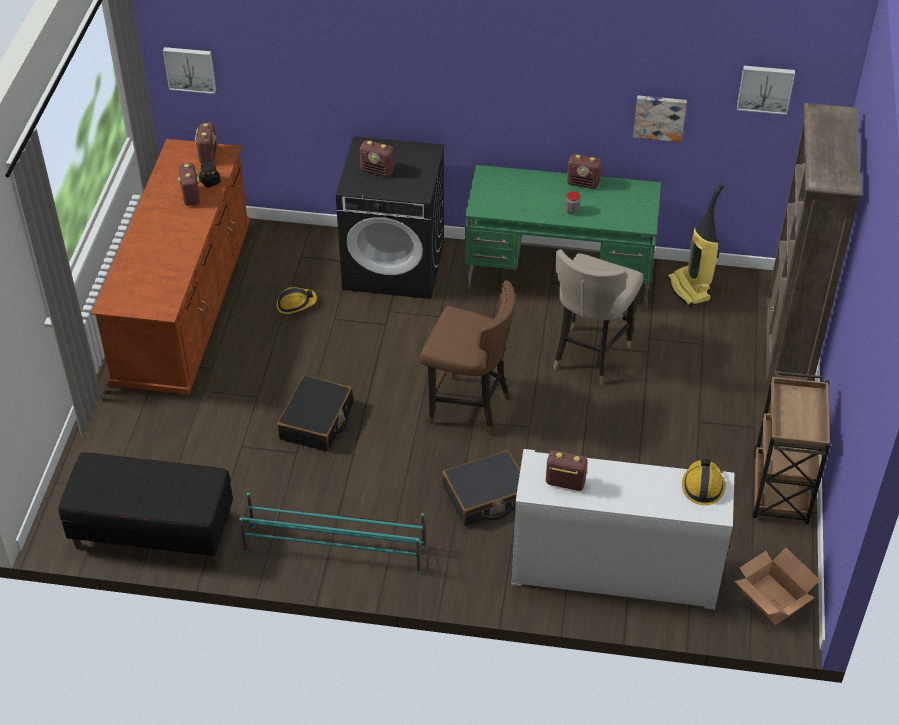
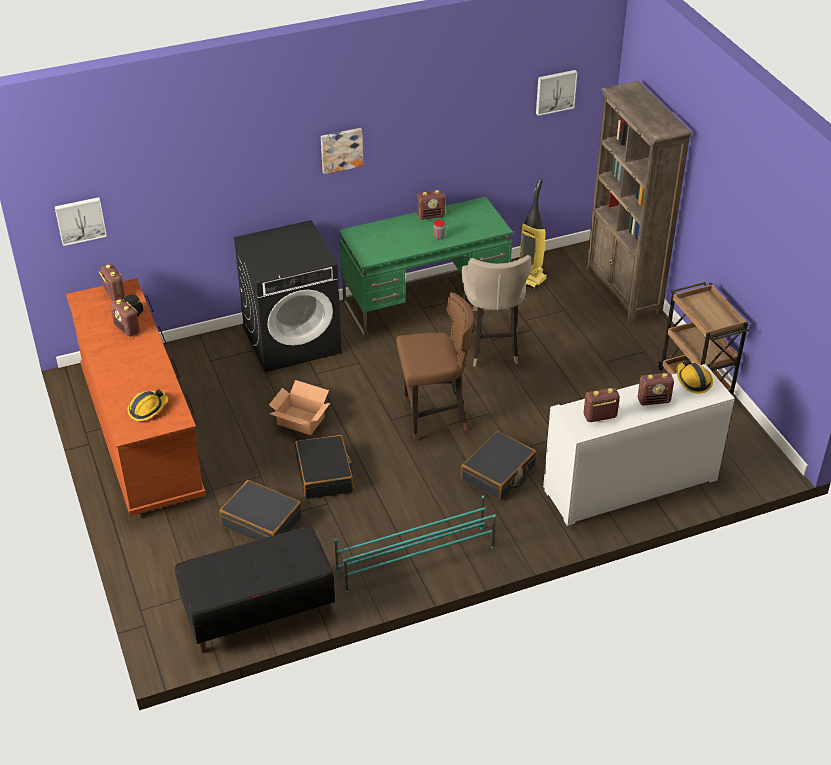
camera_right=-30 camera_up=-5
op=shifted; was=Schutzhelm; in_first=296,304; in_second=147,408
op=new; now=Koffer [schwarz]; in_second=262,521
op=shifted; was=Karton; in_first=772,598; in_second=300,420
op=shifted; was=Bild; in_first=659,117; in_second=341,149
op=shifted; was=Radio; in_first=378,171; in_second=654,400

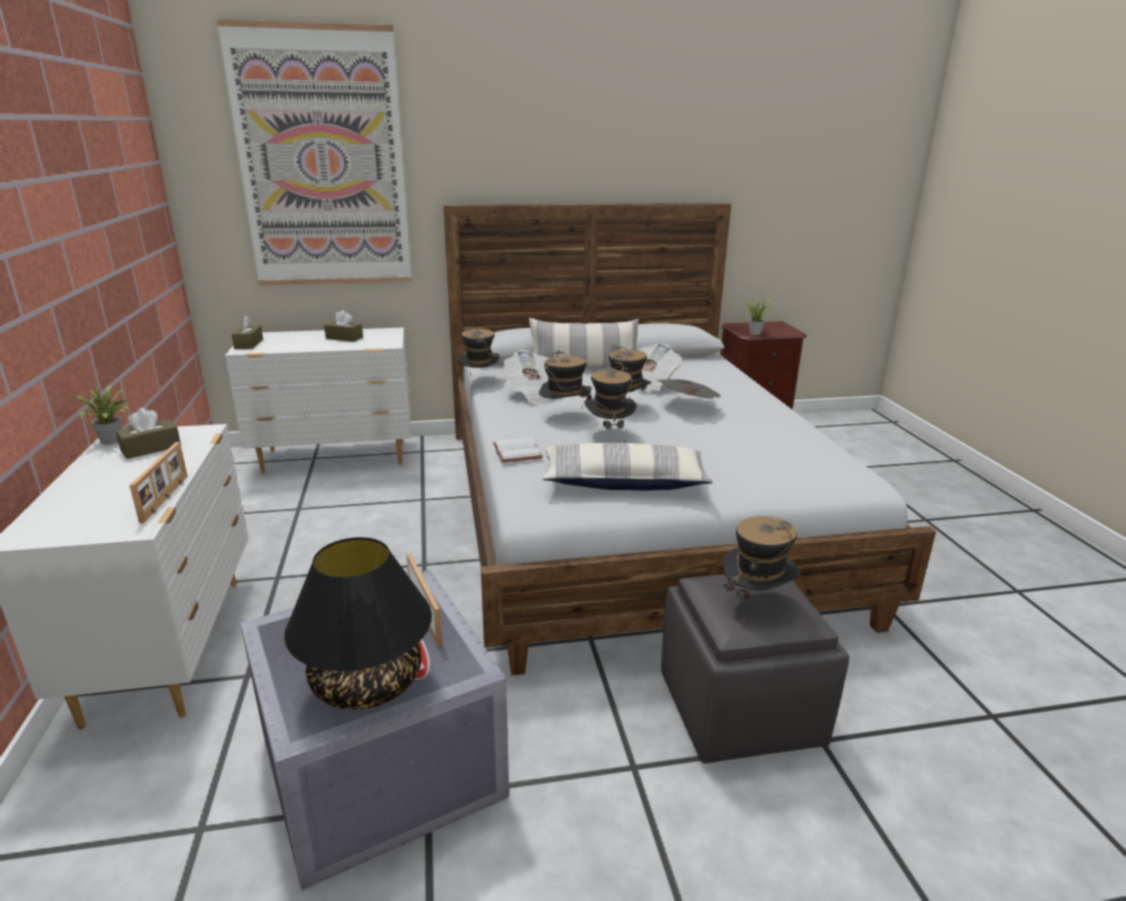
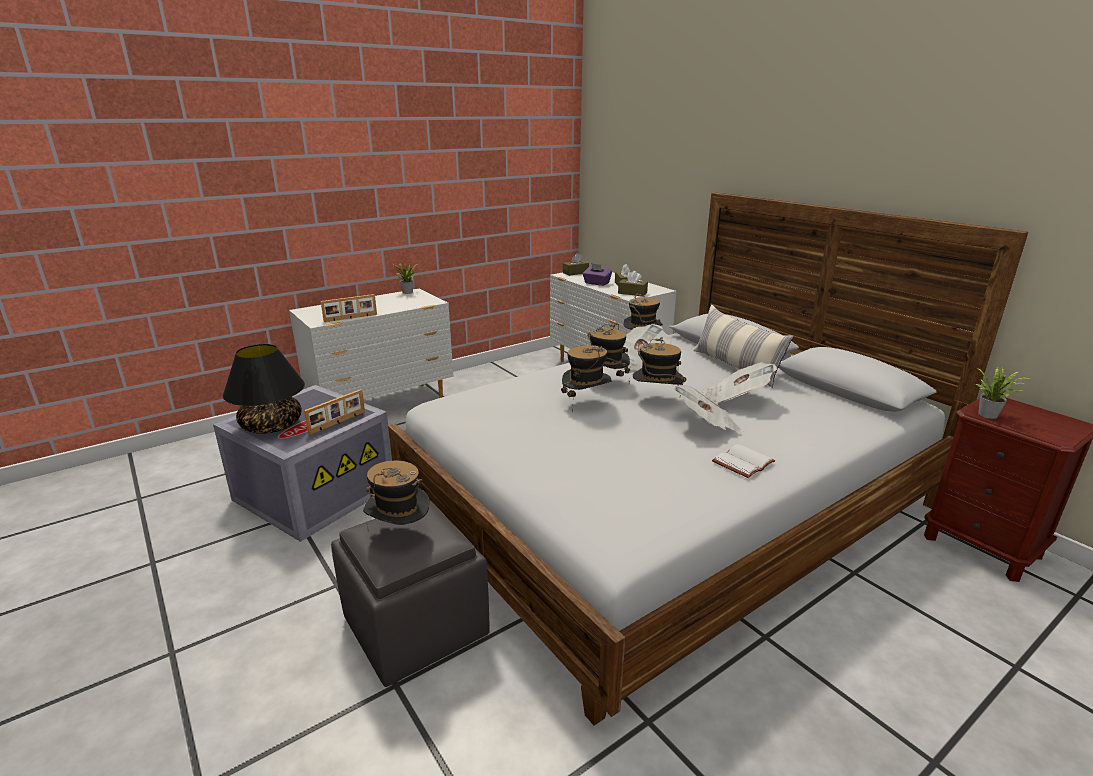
camera_right=65 camera_up=0
op=new; now=Taschentuchbox [lila]; in_second=596,283
op=shifted; was=Taschentuchbox [braun]; in_first=151,448; in_second=632,293
op=shifted; was=Buch [weiß]; in_first=515,452; in_second=742,461
op=gone; was=Bild; in_first=322,161
op=gone; was=Kissen; in_first=624,482

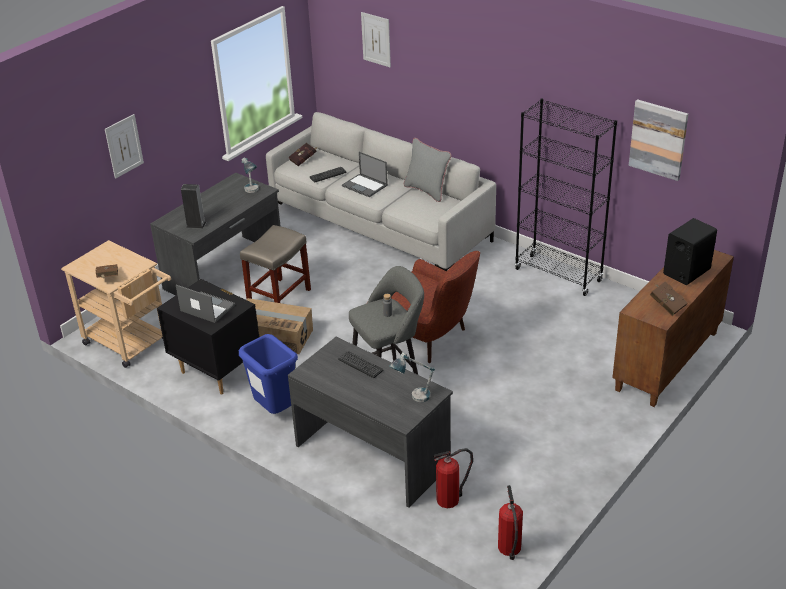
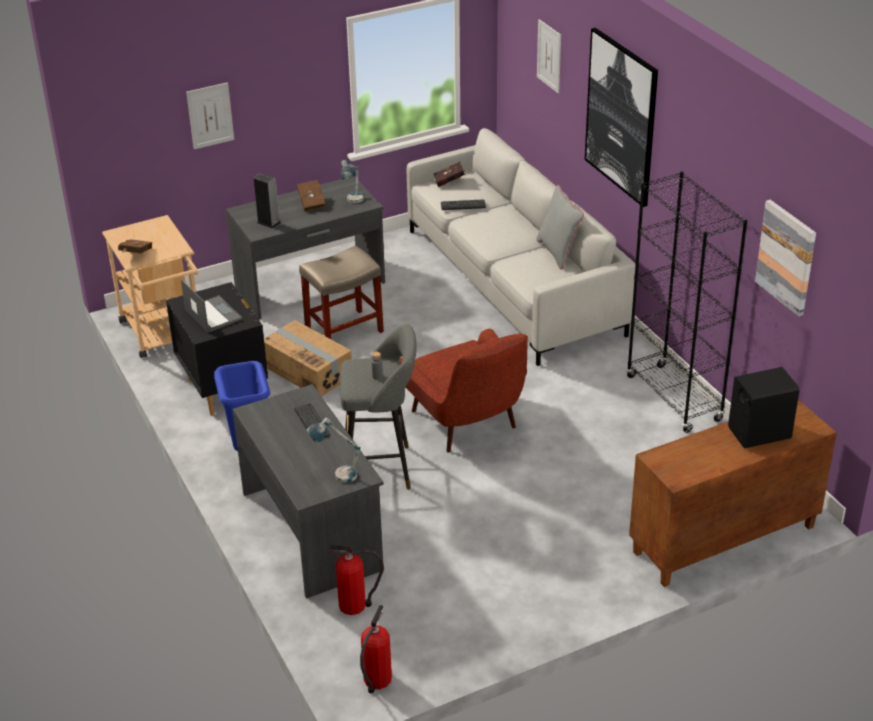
camera_right=25 camera_up=0
op=shifted; was=Buch [braun]; in_first=666,305; in_second=311,202
op=new; now=Bild; in_second=621,116
op=gone; was=Laptop; in_first=365,186

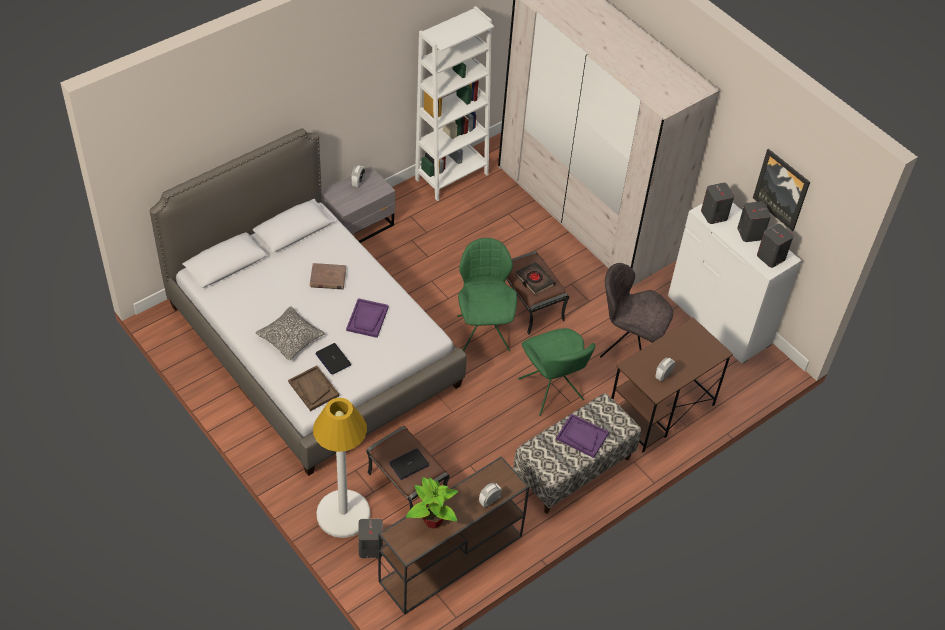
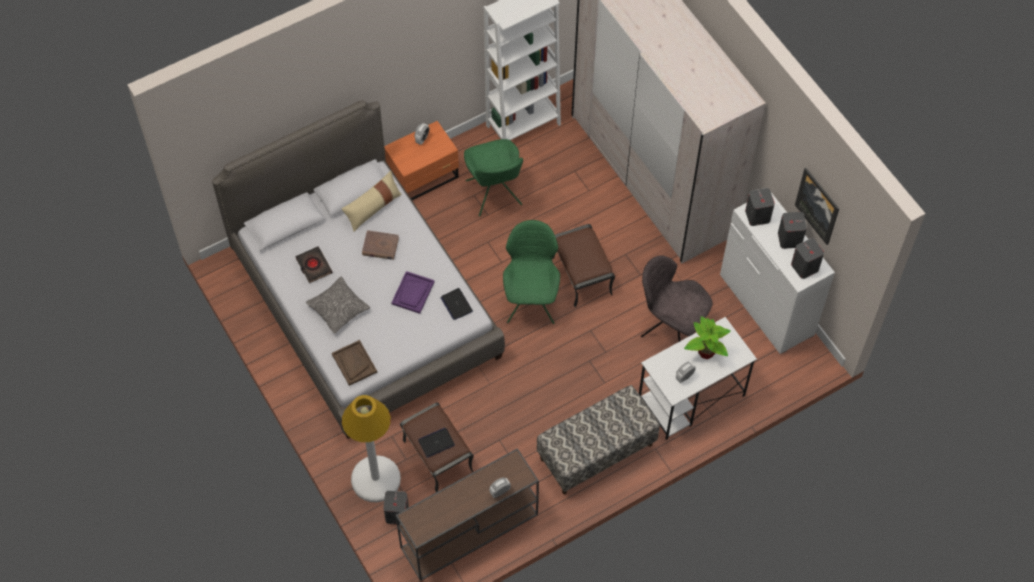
camera_right=10 camera_up=10
op=shifted; was=Buch [schwarz]; in_first=534,280; in_second=313,266
op=new; now=Kissen [beige]; in_second=373,208
op=repainted; was=Nachttisch [grau]; now=Nachttisch [orange]; in_first=359,226; in_second=424,176
op=shifted; was=Laptop; in_first=333,359; in_second=456,304
op=shifted; was=Stuhl [grün]; in_first=551,391; in_second=494,195
op=repainted; was=Schreibtisch [braun]; now=Schreibtisch [weiß]; in_first=660,411; in_second=690,398
op=shifted; was=Topfpflanze; in_first=432,520; in_second=705,352
op=gone; was=Tablett [lila]; in_first=582,436

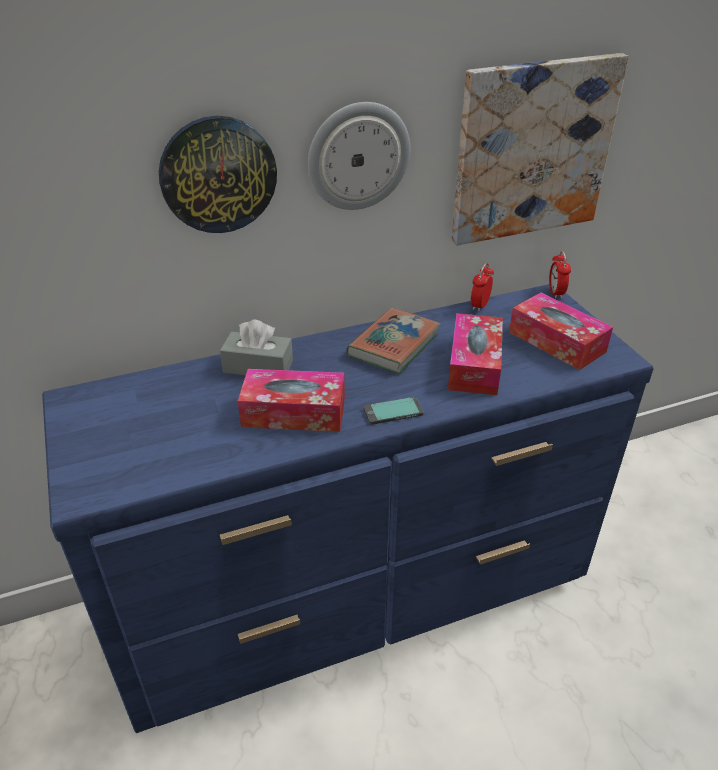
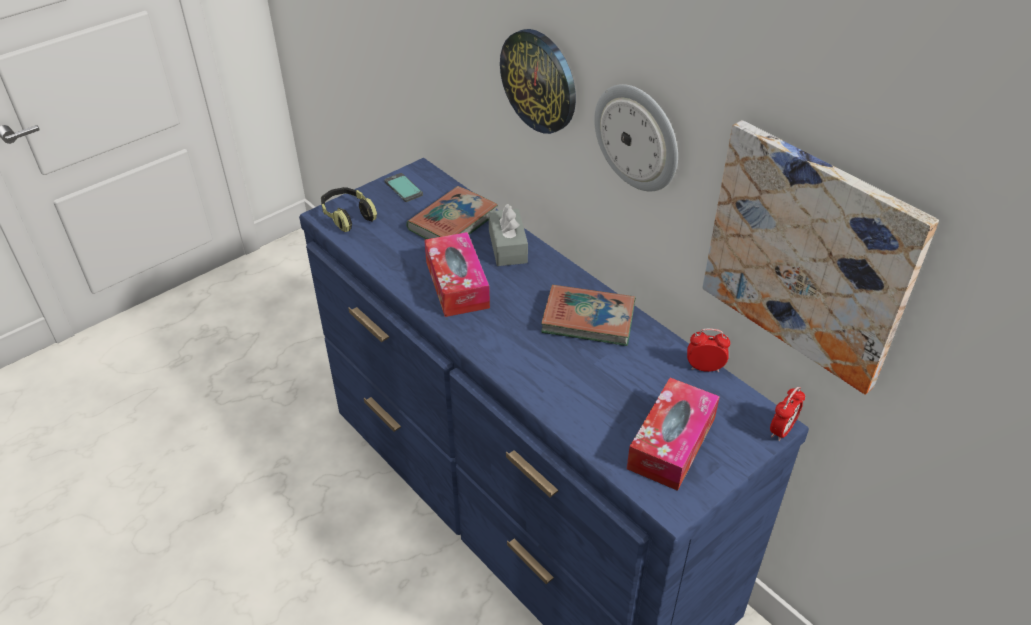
camera_right=70 camera_up=5
op=new; now=Kopfhörer; in_second=347,216
op=shifted; was=Handy; in_first=393,412; in_second=403,188
op=new; now=Buch; in_second=453,222
op=rotated; was=Wecker; in_first=555,293; in_second=782,430; clockwise=150
op=gone; was=Taschentuchbox; in_first=474,365

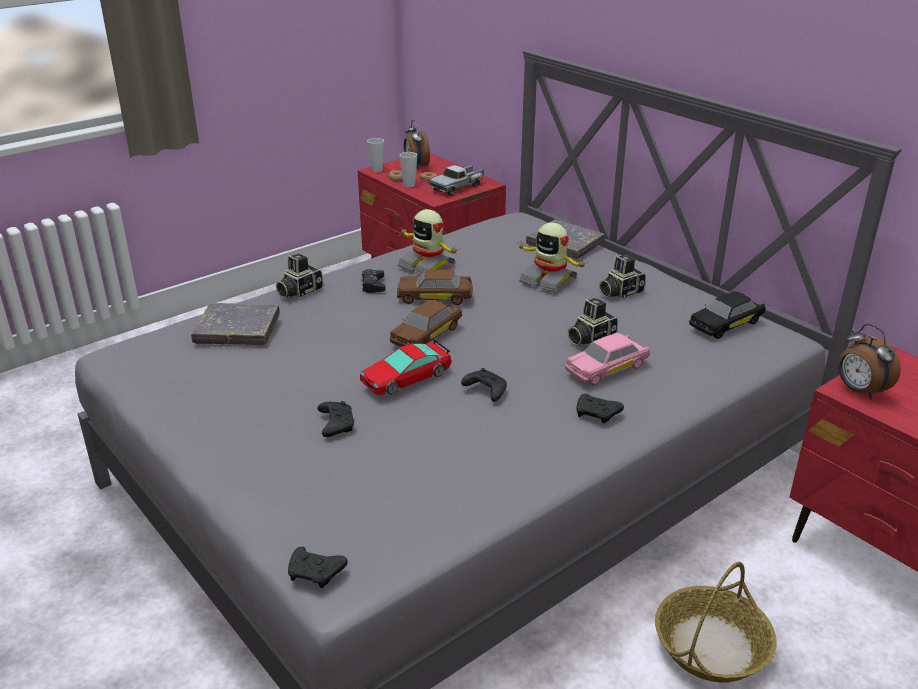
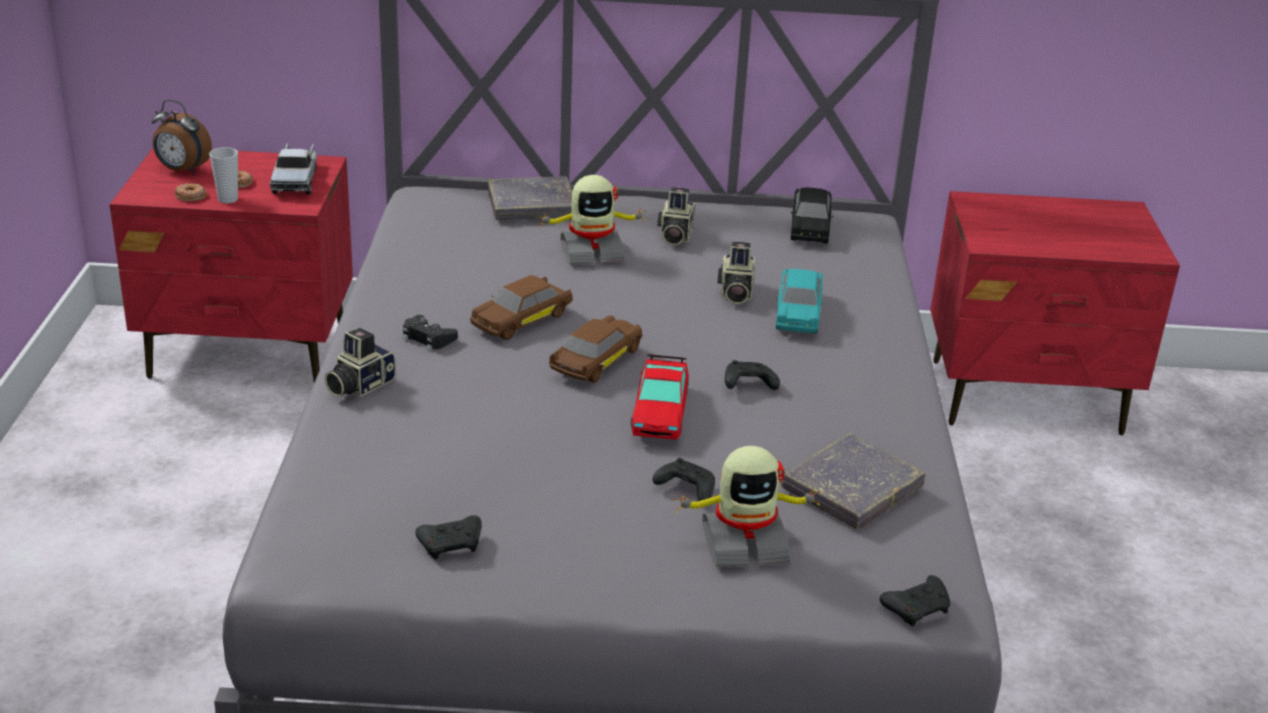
camera_right=-50 camera_up=0
op=rotated; was=Kamera; in_first=299,292; in_second=358,385; clockwise=45
op=shifted; was=Gamepad [schwarz]; in_first=597,414; in_second=452,545
op=rotated; was=Spielzeugauto [braun]; in_first=426,335; in_second=596,361; clockwise=-135
op=shifted; was=Spielzeugroboter; in_first=427,266; in_second=743,542
op=repainted; was=Spielzeugauto [rosa]; now=Spielzeugauto [türkis]; in_first=606,368; in_second=798,313
op=shifted; was=Buch [grau]; in_first=237,329; in_second=851,488
op=gone; was=Tasse; in_first=377,170
op=gone; was=Korb; in_first=711,645
op=gone; was=Wecker; in_first=859,391

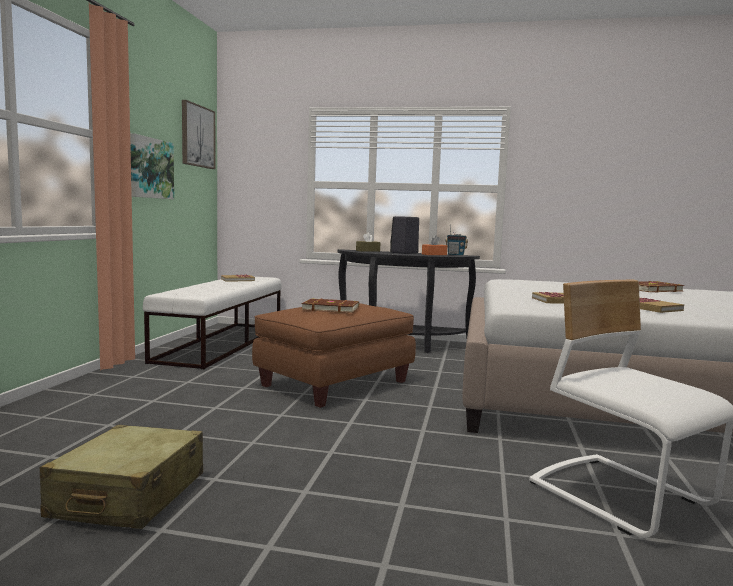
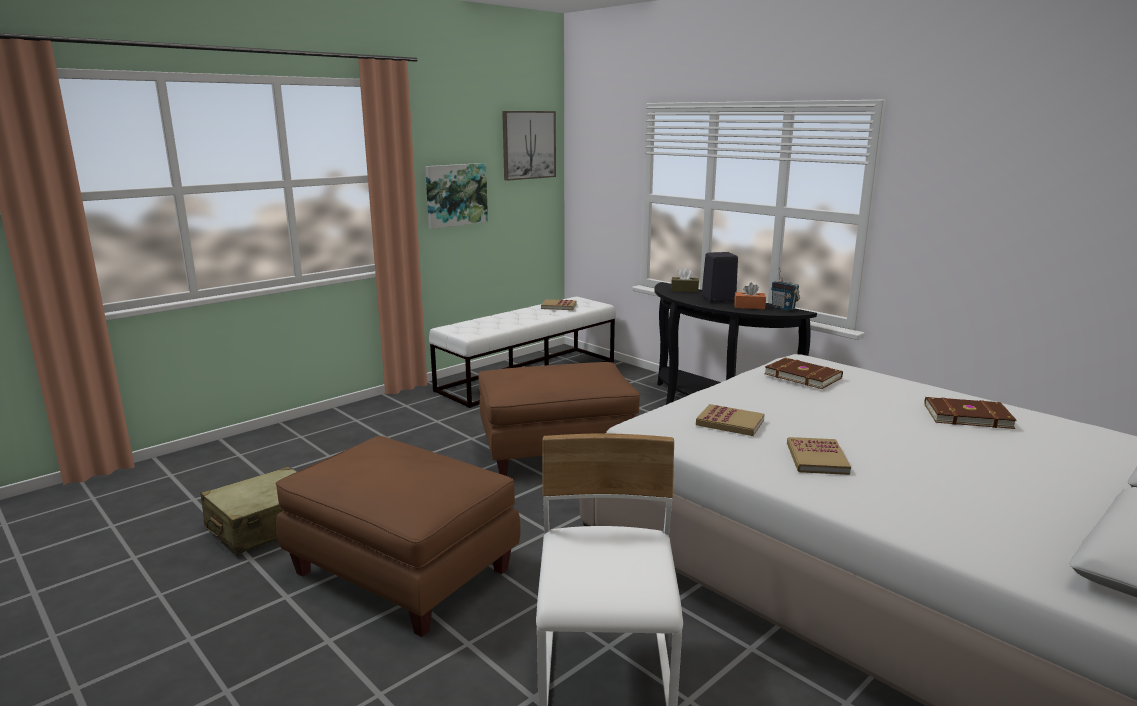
camera_right=35 camera_up=10
op=new; now=Polsterhocker [braun]; in_second=404,571
op=shifted; was=Buch [braun]; in_first=330,308; in_second=803,376

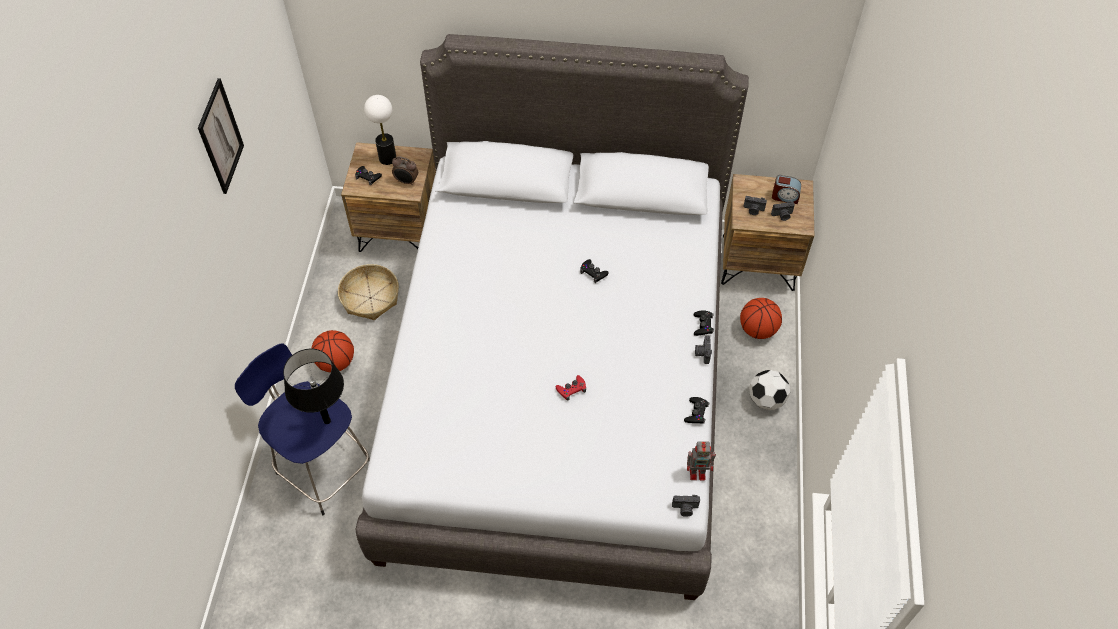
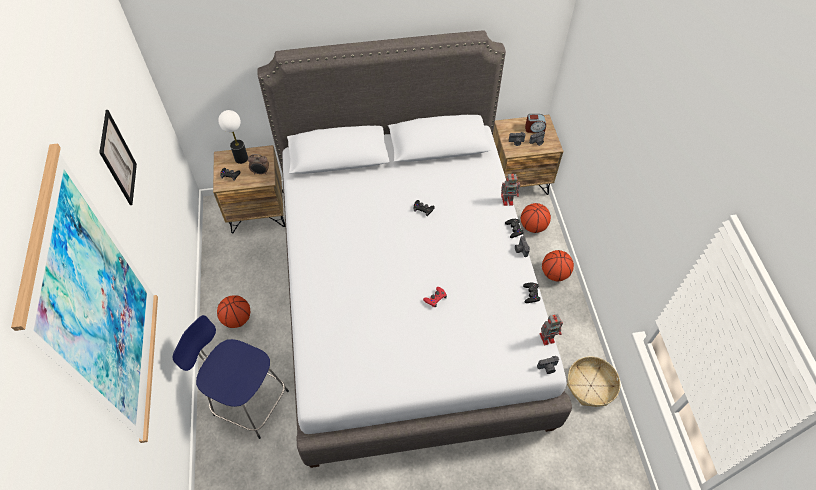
camera_right=-15 camera_up=0
op=new; now=Bild; in_second=99,308
op=new; now=Spielzeugroboter; in_second=508,200
op=swapped; was=Fußball; now=Basketball; in_first=766,399; in_second=554,273
op=shifted; was=Korb; in_first=370,297; in_second=590,385
op=gone; was=Tischlampe [schwarz]; in_first=327,421

